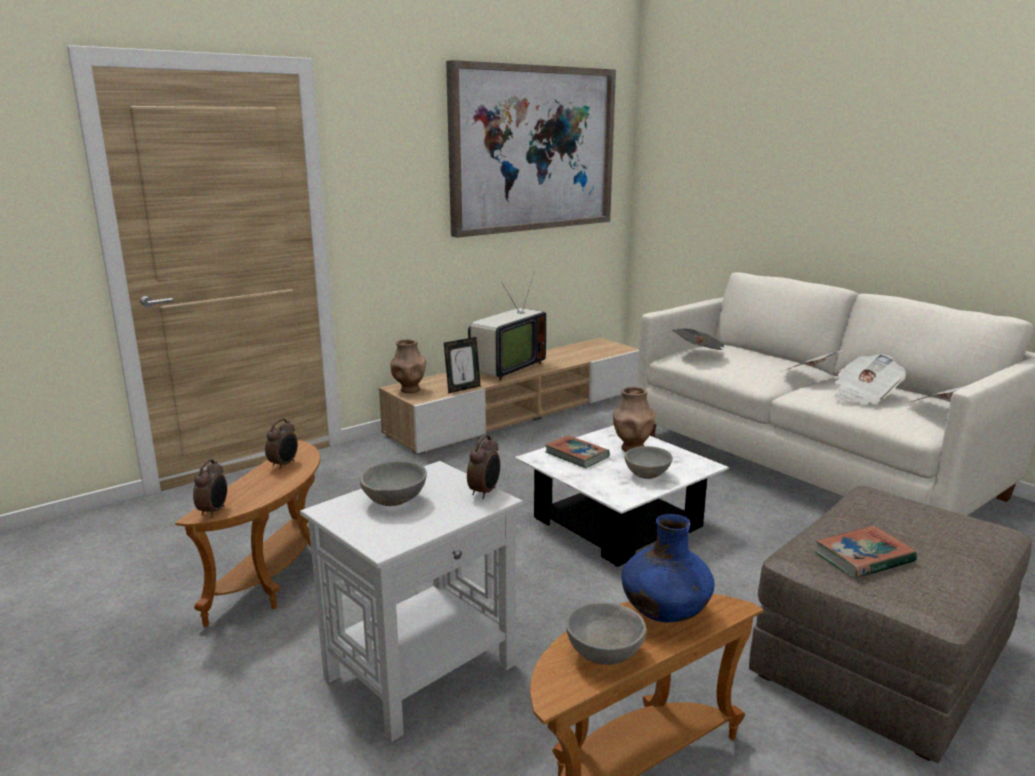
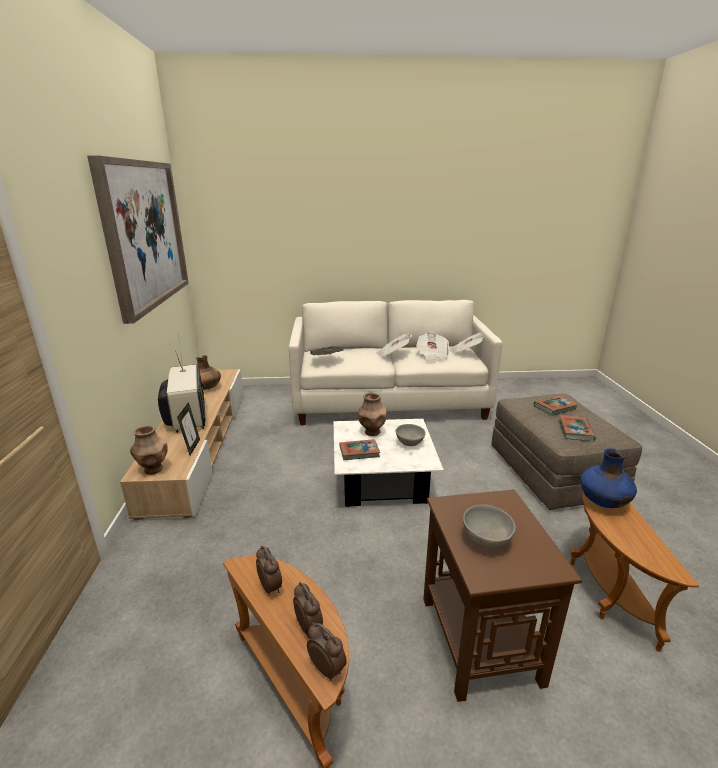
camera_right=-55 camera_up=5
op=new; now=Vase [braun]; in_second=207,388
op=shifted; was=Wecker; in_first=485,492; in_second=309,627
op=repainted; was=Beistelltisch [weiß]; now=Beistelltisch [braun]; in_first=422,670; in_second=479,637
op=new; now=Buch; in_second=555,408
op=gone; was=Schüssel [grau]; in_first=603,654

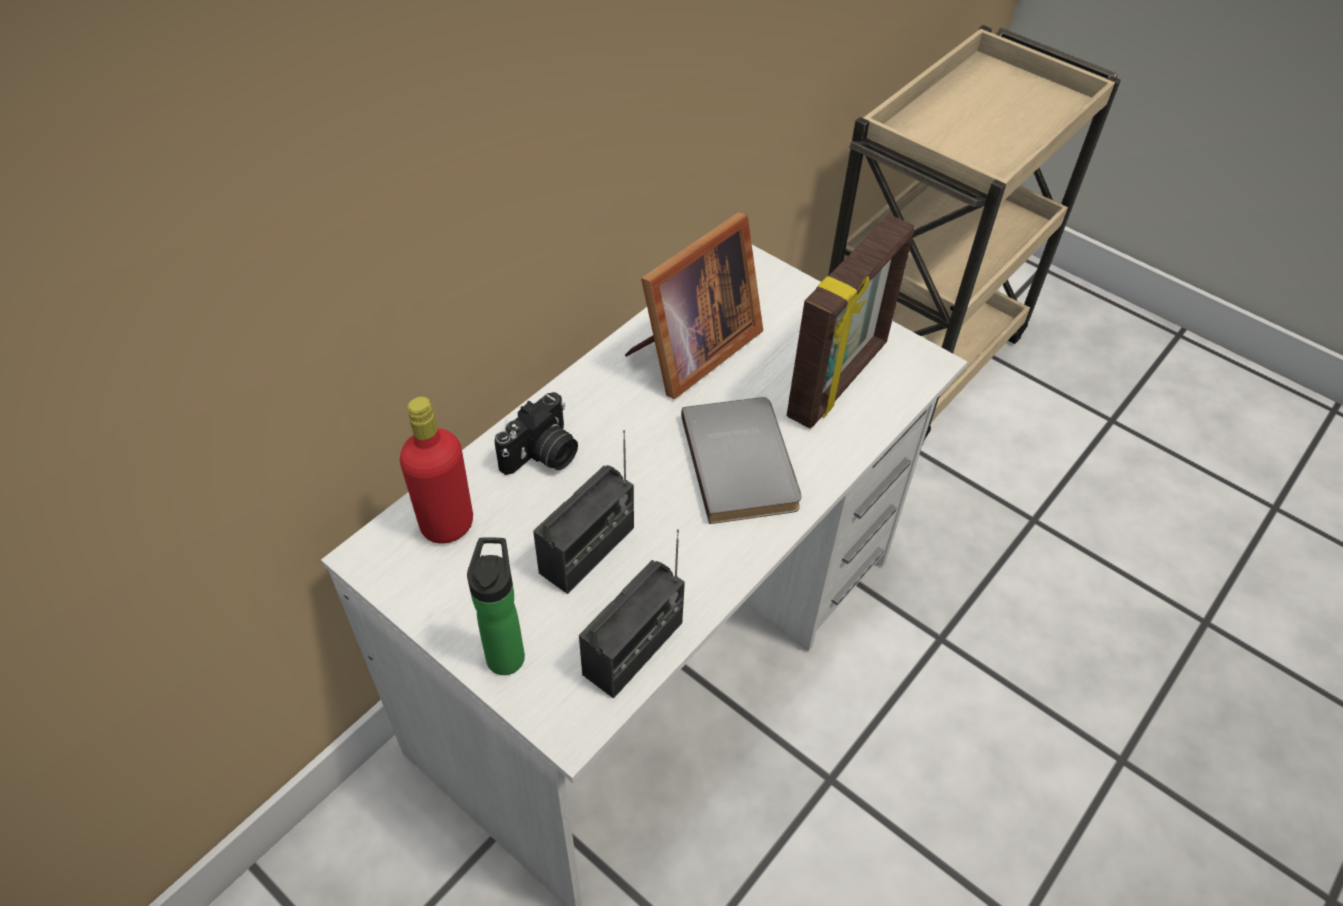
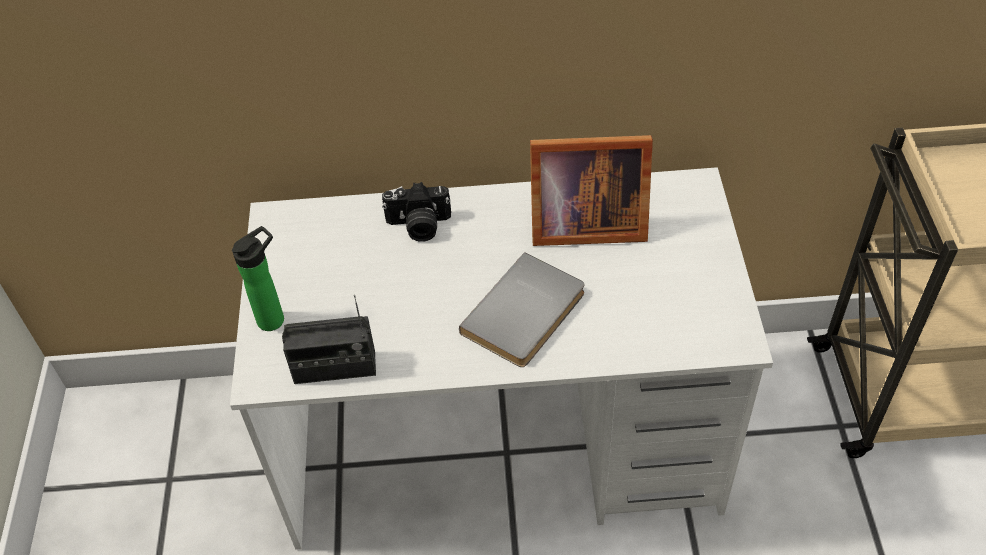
camera_right=50 camera_up=0
op=gone; was=Flasche [rot]; in_first=447,525
op=gone; was=Radio; in_first=587,550
op=gone; was=Bilderrahmen; in_first=839,381

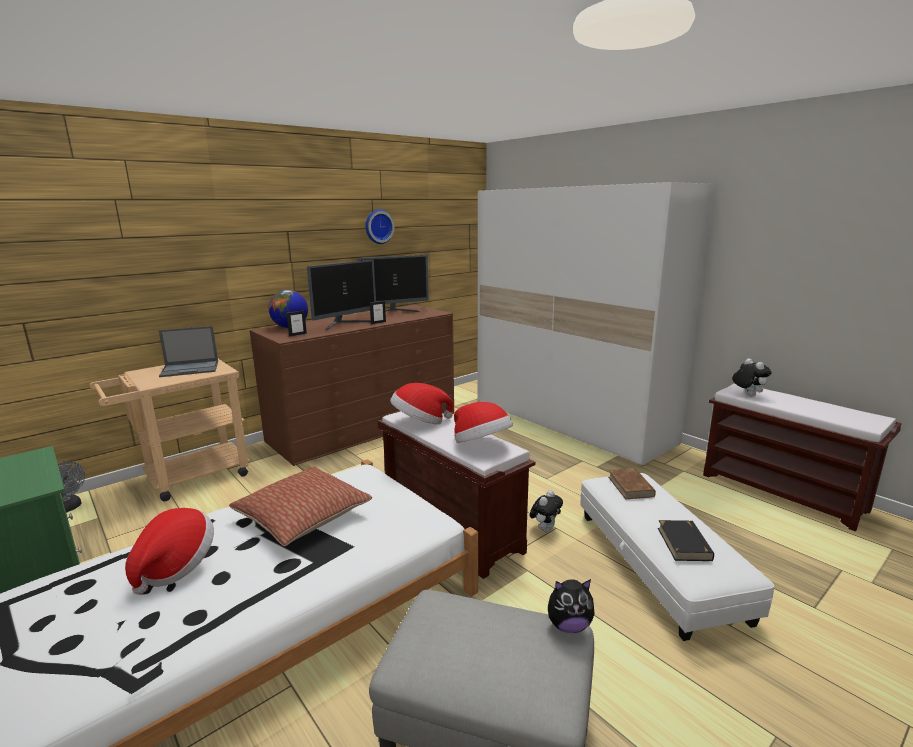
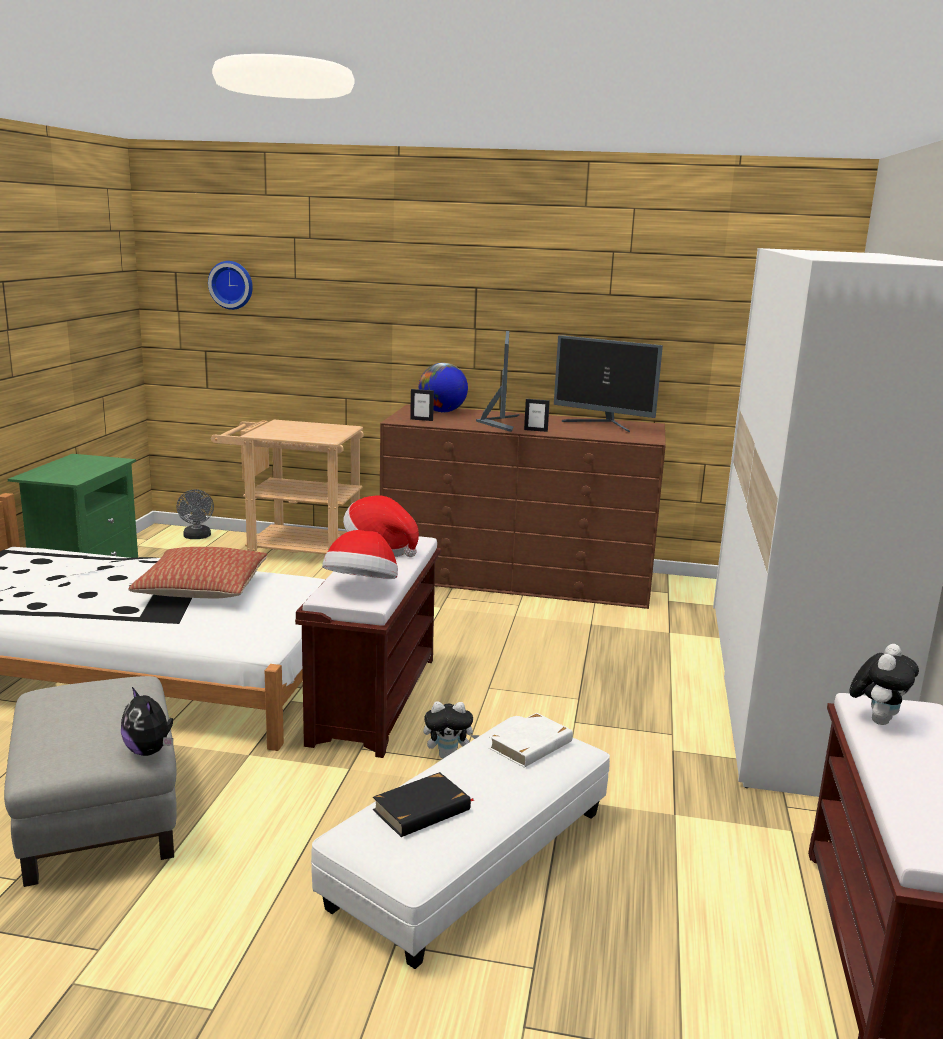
camera_right=50 camera_up=0
op=shifted; was=Wanduhr; in_first=378,226; in_second=232,285
op=rotated; was=Monitor; in_first=344,324; in_second=499,422; clockwise=-90
op=repainted; was=Buch [braun]; now=Buch [weiß]; in_first=630,486; in_second=531,745
op=gone; was=Hut; in_first=176,566
op=gone; was=Laptop; in_first=191,369

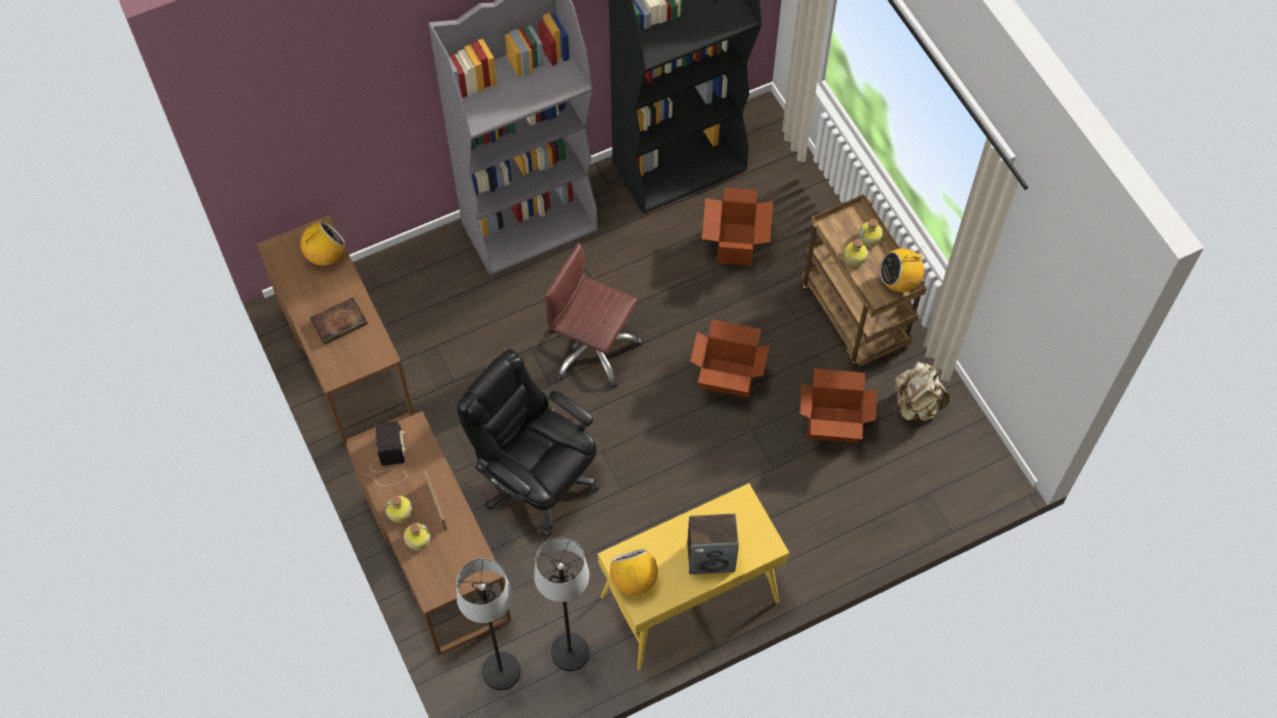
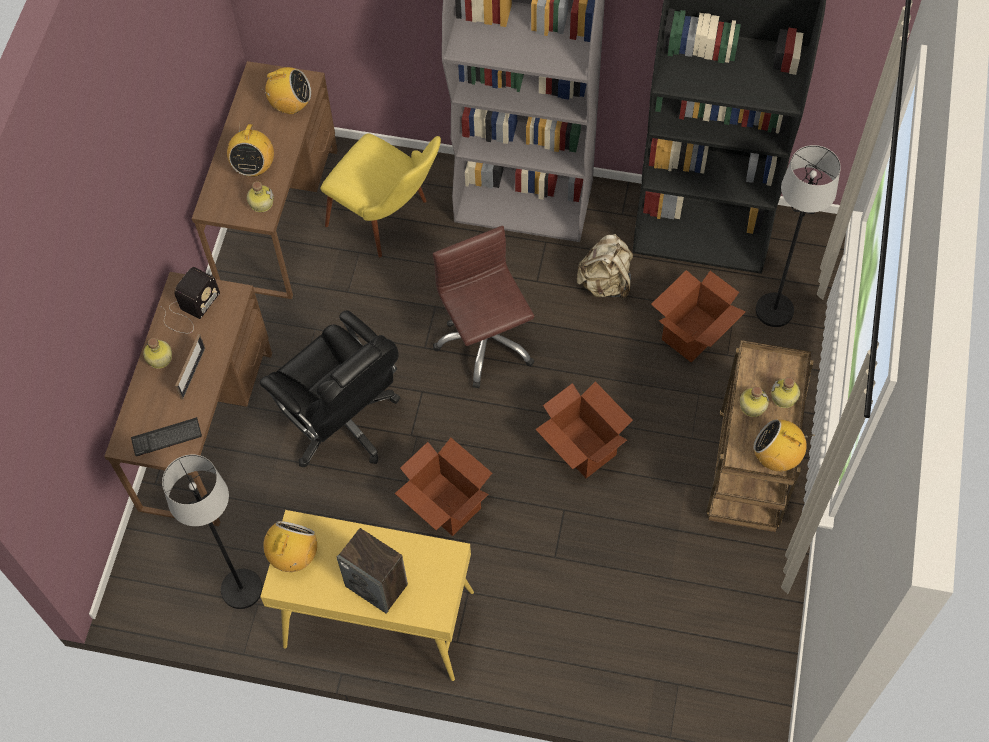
camera_right=40 camera_up=0
op=new; now=Tastatur; in_second=166,437
op=swapped; was=Buch; now=Radio; in_first=340,322; in_second=254,167
op=shifted; was=Flasche; in_first=417,539; in_second=261,202
op=rotated; was=Bürostuhl [schwarz]; in_first=536,480; in_second=342,422; clockwise=150
op=new; now=Stuhl [gelb]; in_second=390,221
op=shifted; was=Karton; in_first=833,425; in_second=446,505
op=shifted; was=Rucksack [beige]; in_first=915,404; in_second=605,283
op=shifted; was=Stehlampe [schwarz]; in_first=501,672; in_second=774,311

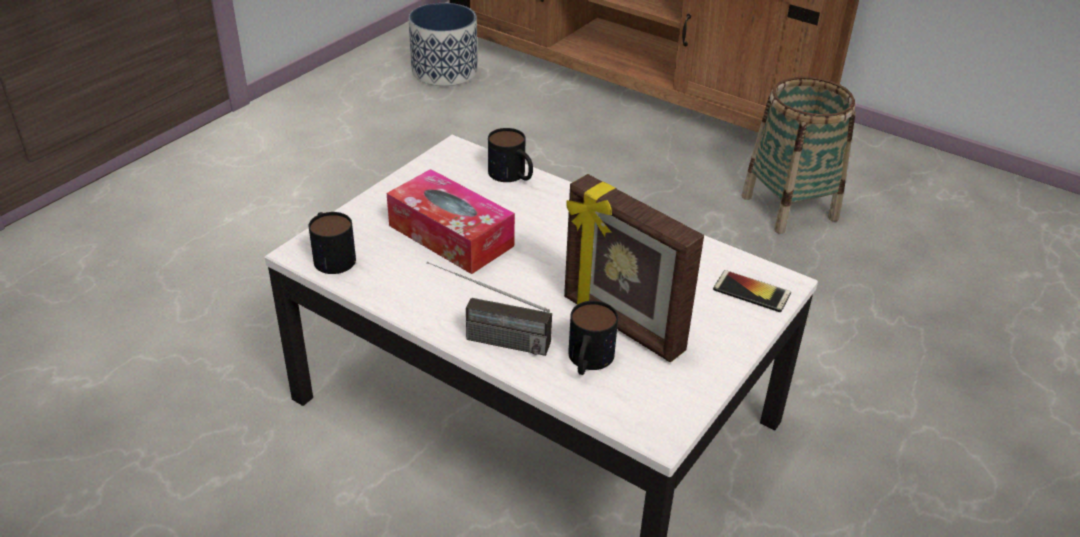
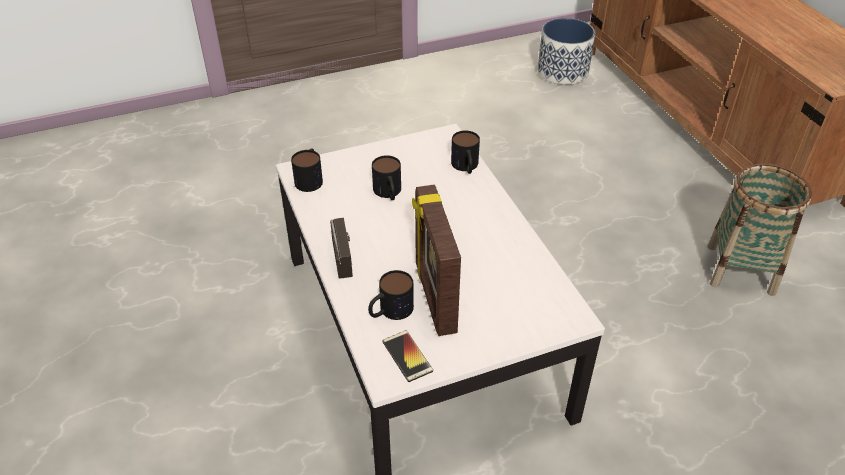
camera_right=35 camera_up=5
op=rotated; was=Radio; in_first=486,338; in_second=346,268; clockwise=-150
op=swapped; was=Taschentuchbox; now=Henkelbecher; in_first=451,236; in_second=388,193
op=shifted; was=Handy; in_first=751,292; in_second=407,356

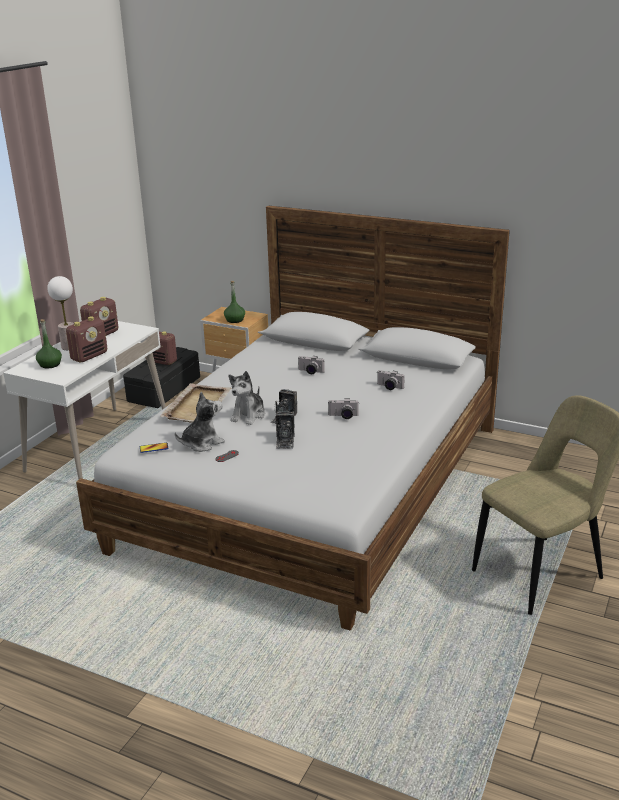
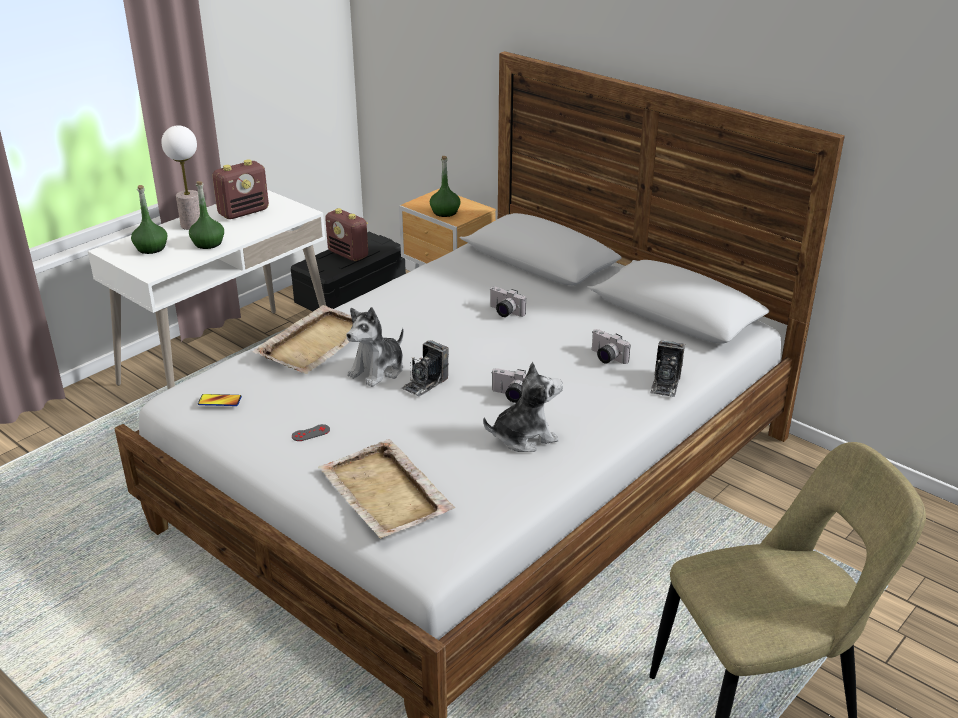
camera_right=15 camera_up=5
op=swapped; was=Radio; now=Flasche [grün]; in_first=89,356; in_second=208,243
op=new; now=Tablett [beige]; in_second=385,493
op=shifted; was=Plüschtier; in_first=202,443; in_second=524,437
op=shifted; was=Kamera; in_first=285,441; in_second=665,383

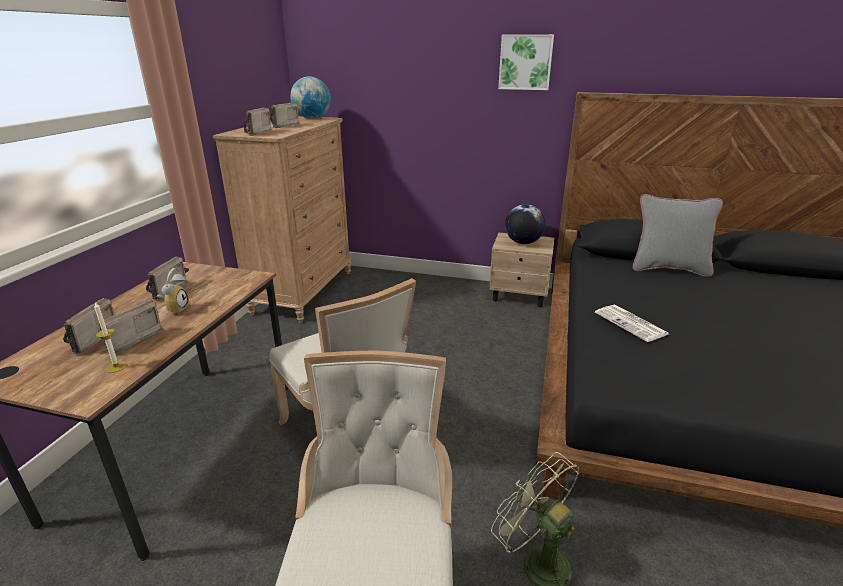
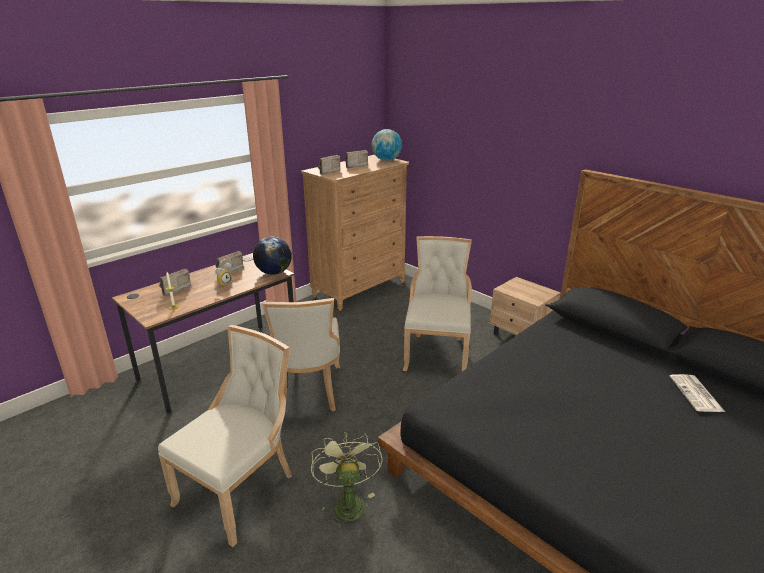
camera_right=30 camera_up=0
op=shifted; was=Globus; in_first=523,242; in_second=274,272
op=new; now=Stuhl [beige]; in_second=436,352
op=shifted; was=Zeitung; in_first=632,324; in_second=696,394
op=gone; was=Radio; in_first=129,340
op=gone; was=Bild; in_first=525,62
op=gone; was=Kissen [grau]; in_first=668,269

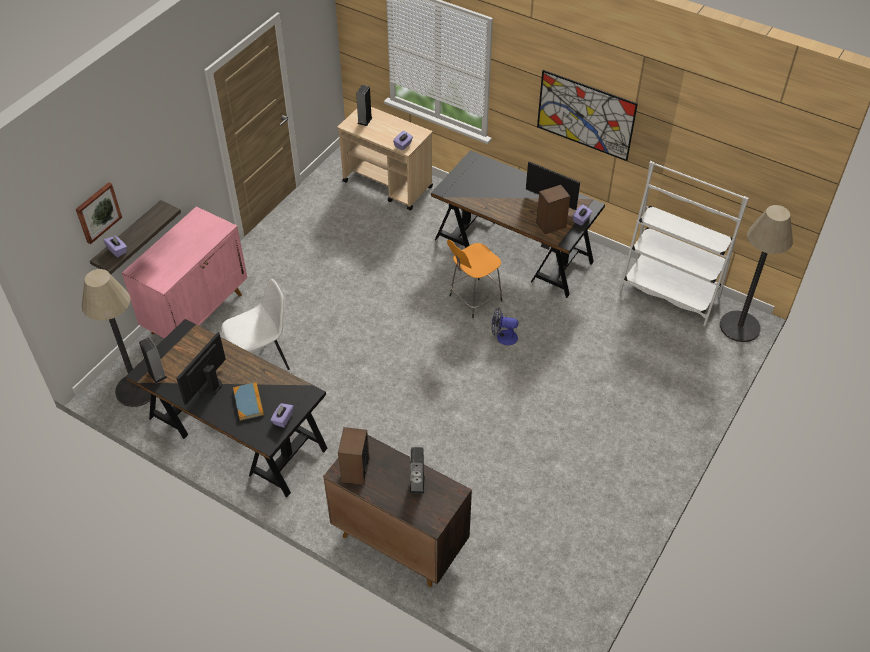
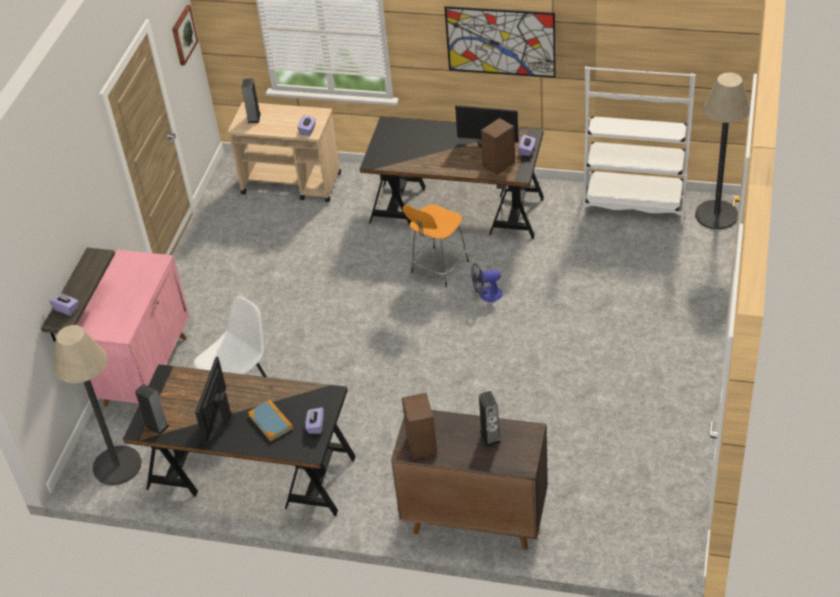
camera_right=-15 camera_up=-5
op=shifted; was=Bild; in_first=97,212; in_second=183,35

